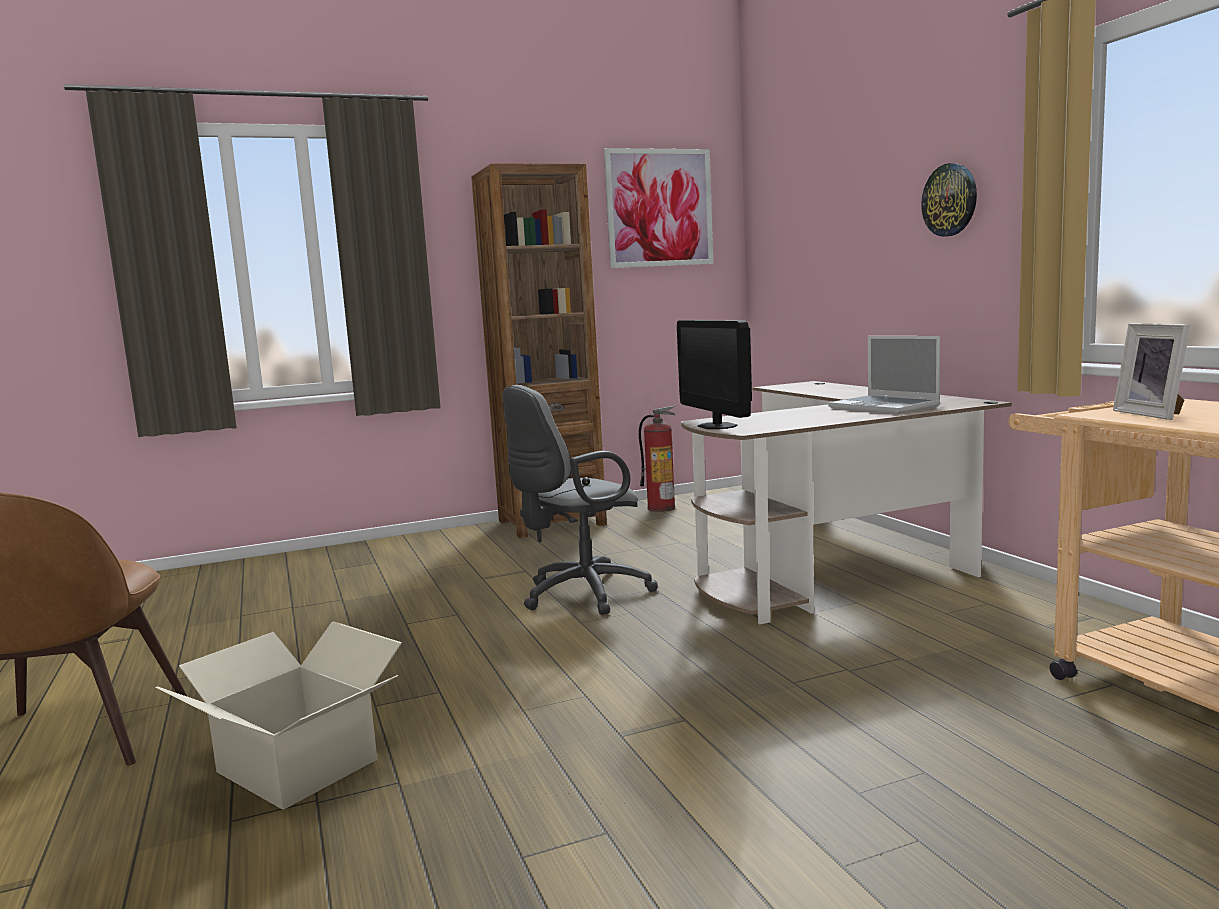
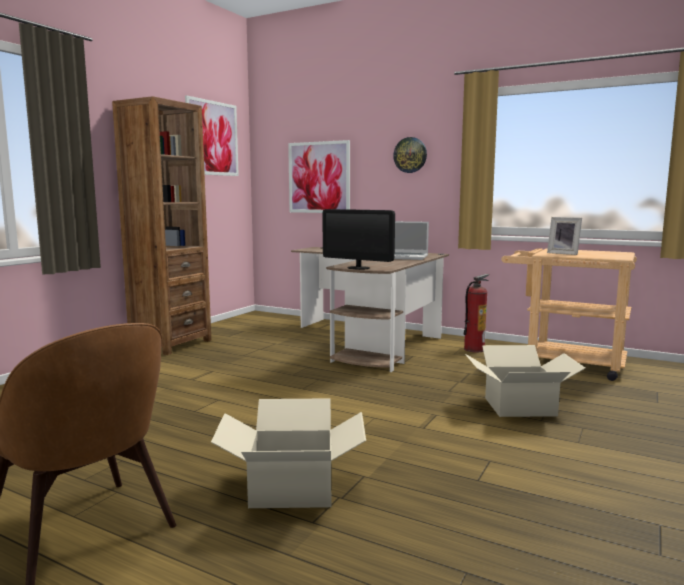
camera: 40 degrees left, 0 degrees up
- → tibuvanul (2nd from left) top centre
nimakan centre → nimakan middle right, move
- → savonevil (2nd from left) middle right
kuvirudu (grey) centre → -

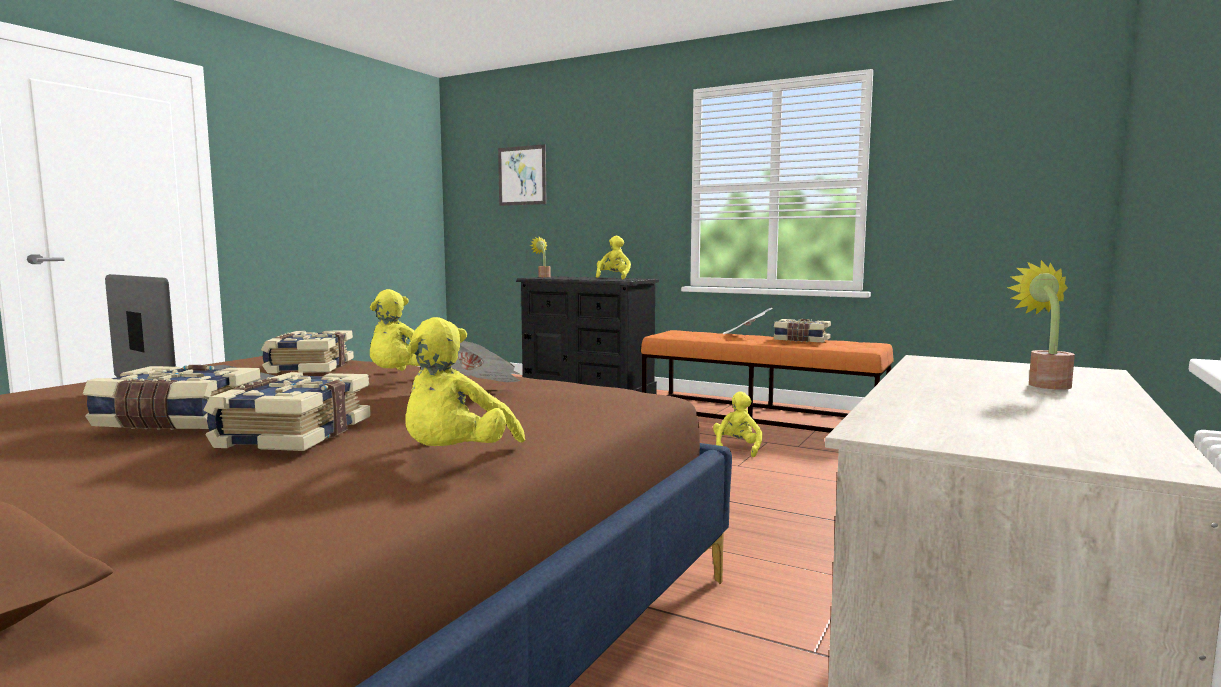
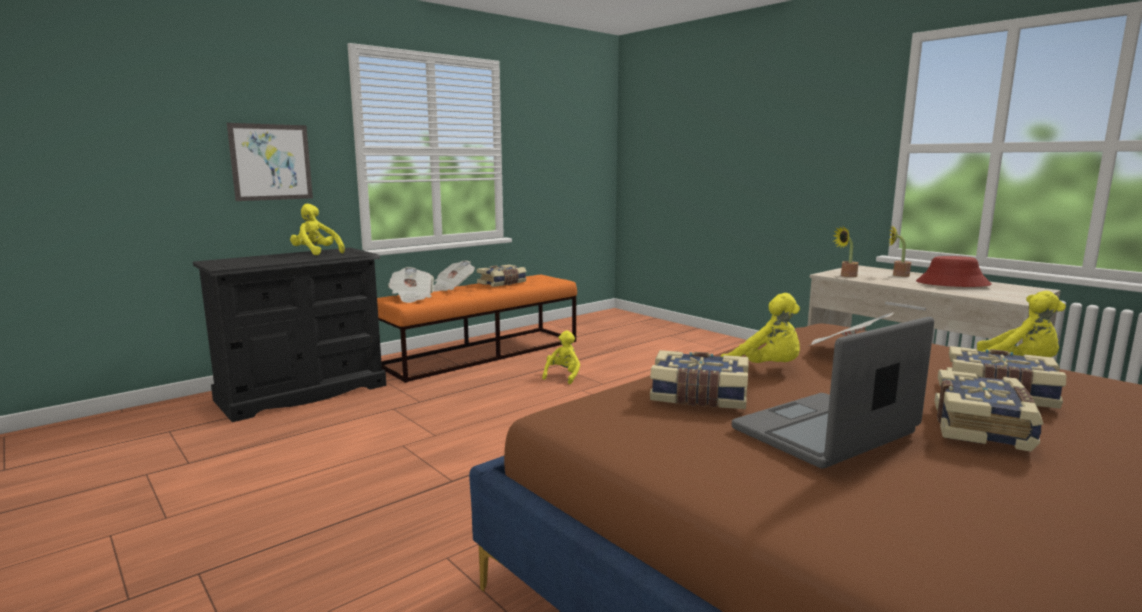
camera: 70 degrees left, 5 degrees up
tibuvanul top centre → tibuvanul top left, move
- → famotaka (1st from left) centre
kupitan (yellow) (4th from left in the first image) centre → kupitan (yellow) (2nd from left) centre, 75 degrees clockwise
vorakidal (1st from left) centre → vorakidal (1st from left) middle right, move
- → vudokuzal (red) middle right

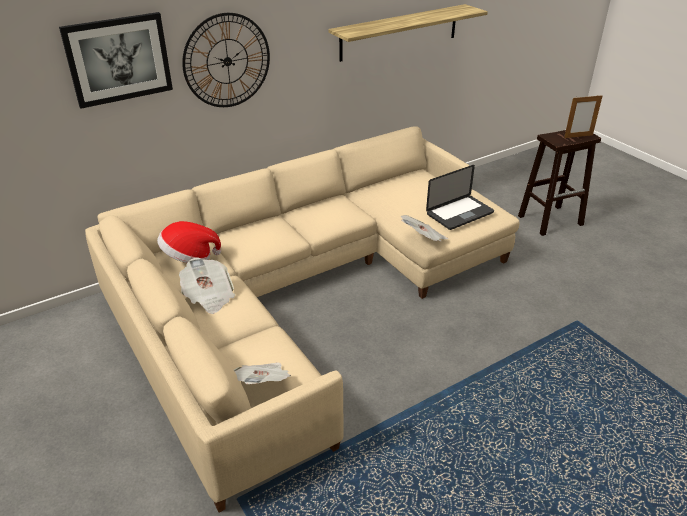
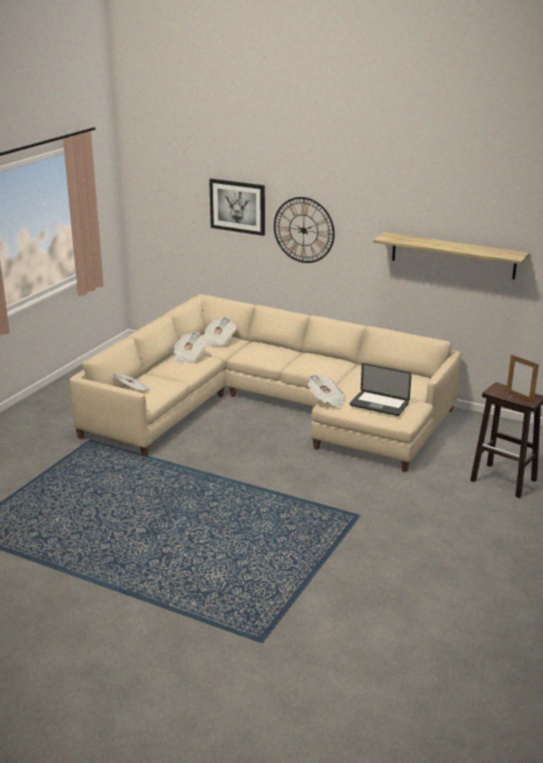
camera: 60 degrees right, 10 degrees down
vudokuzal middle left → famotaka (3rd from left) centre

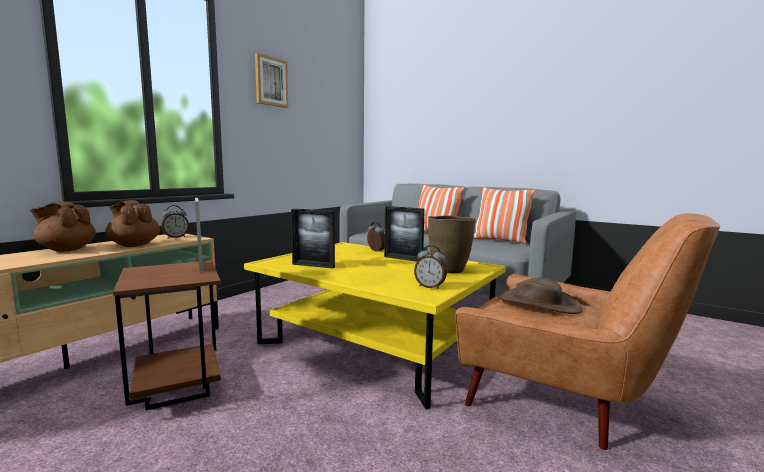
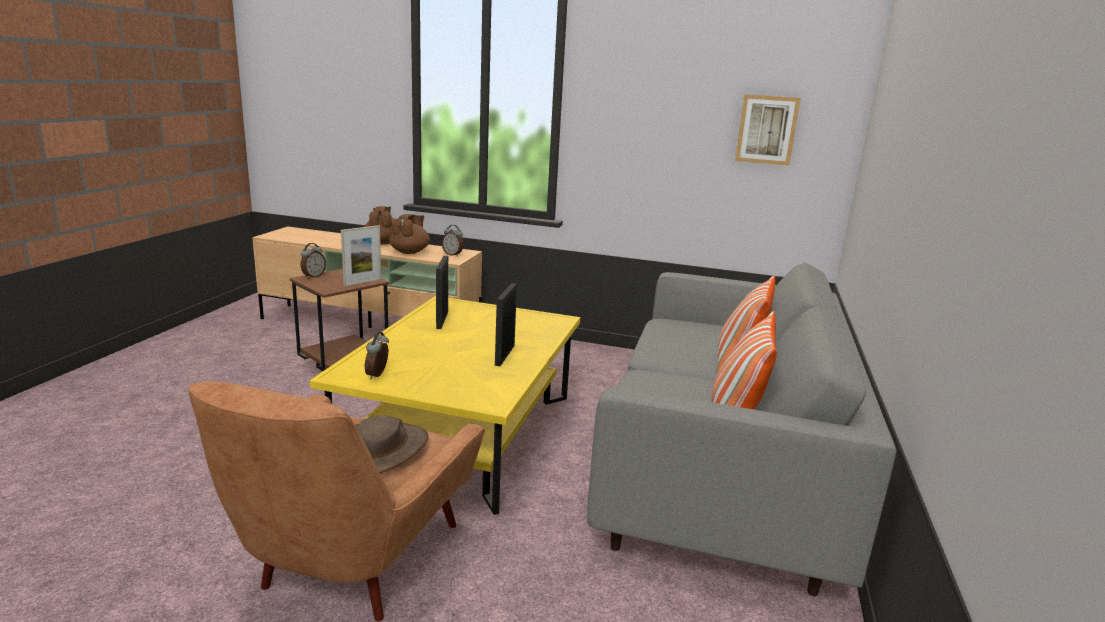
camera: 70 degrees right, 10 degrees up
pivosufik (2nd from left in the first image) centre → pivosufik (1st from left) middle left, move
tibuvanul top centre → tibuvanul top right, move
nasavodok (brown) centre → -

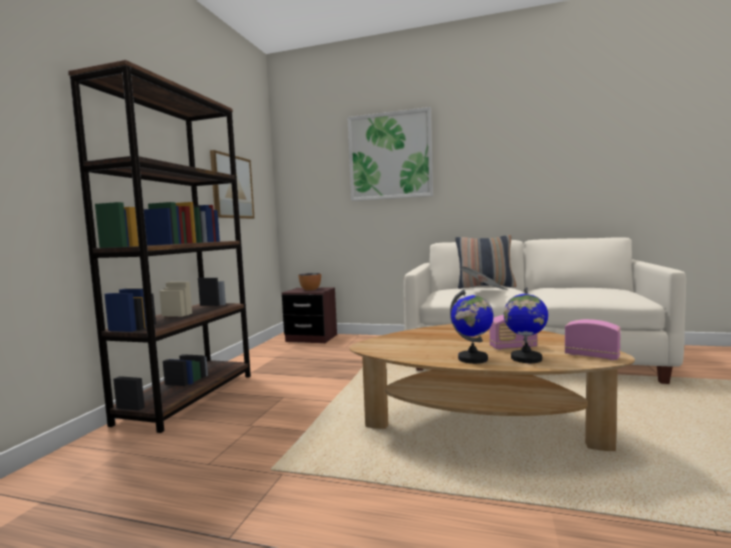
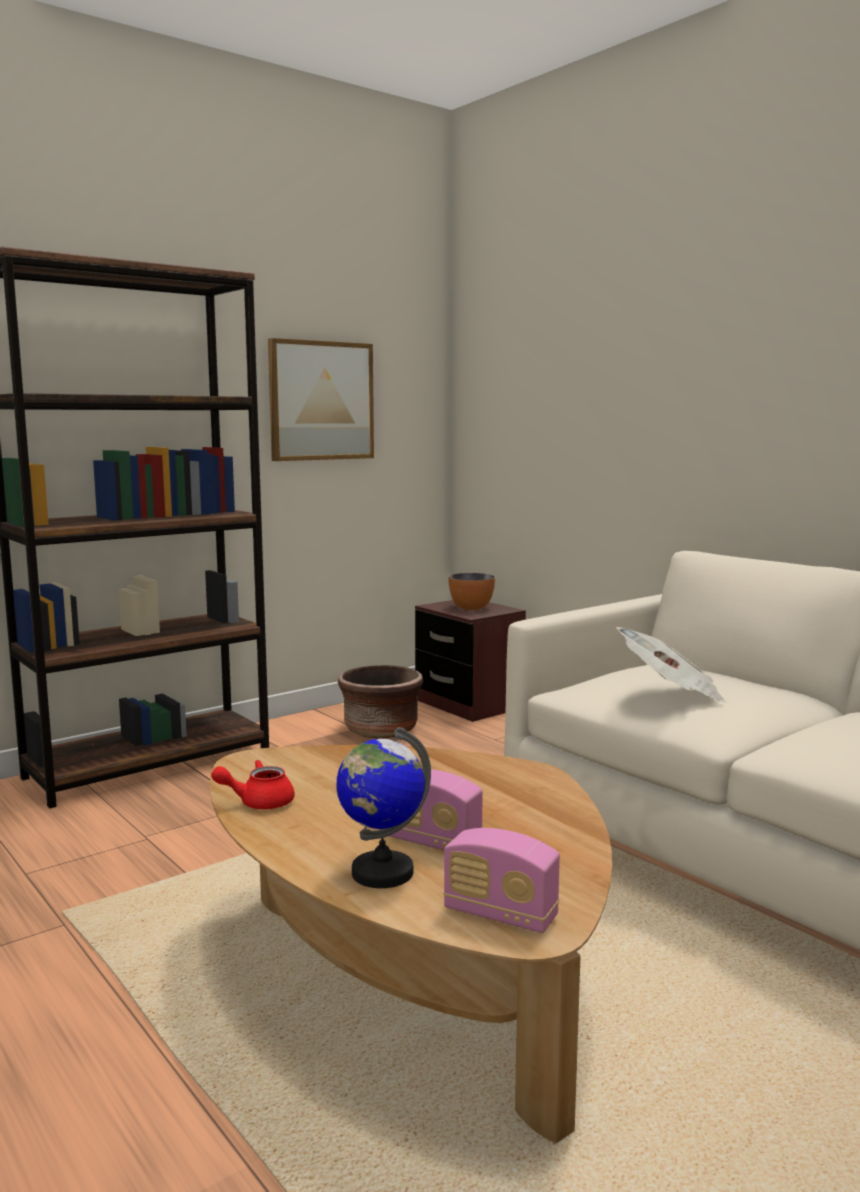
camera: 35 degrees right, 5 degrees up
- → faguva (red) middle left
- → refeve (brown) centre
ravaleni (2nd from left) middle right → ravaleni (2nd from left) bottom centre, 135 degrees clockwise
tibuvanul (2nd from left) top centre → -
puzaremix (1st from left) centre → -
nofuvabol centre → -

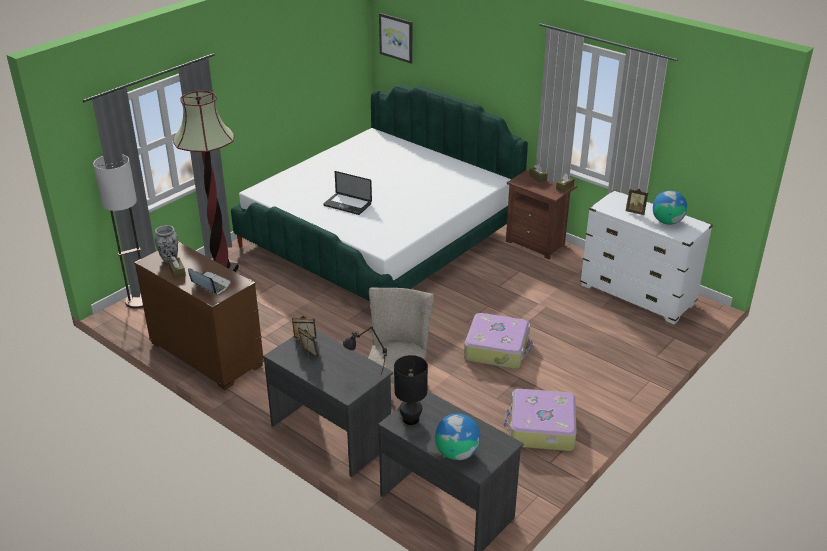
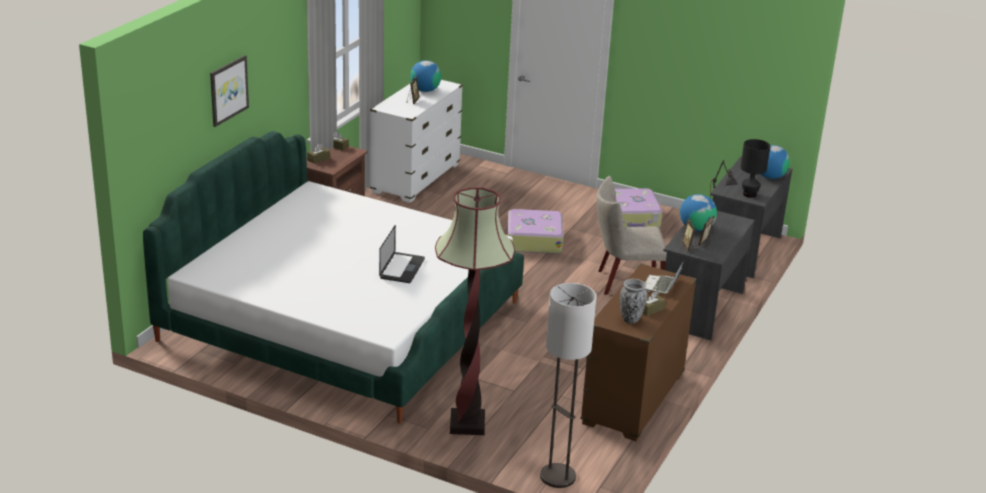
camera: 105 degrees left, 5 degrees down
tibuvanul top centre → tibuvanul top left, move
- → puzaremix (2nd from left) middle right

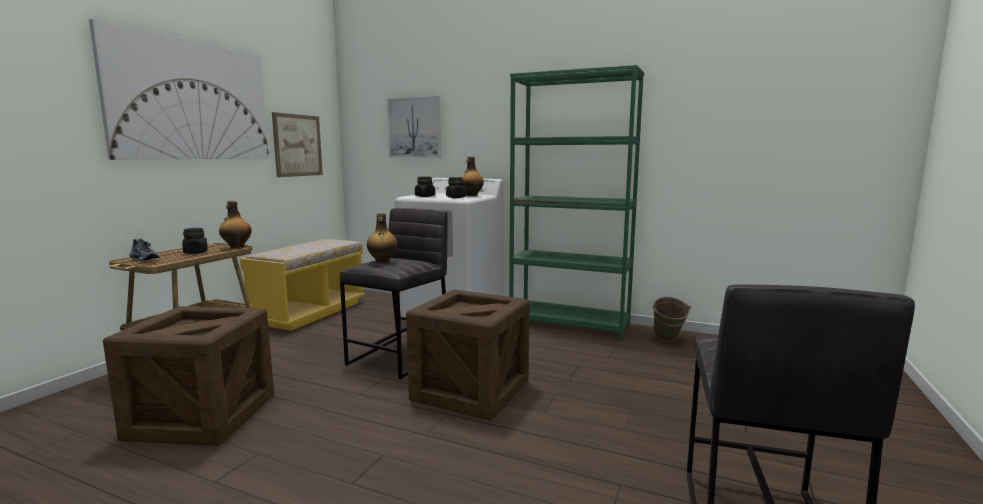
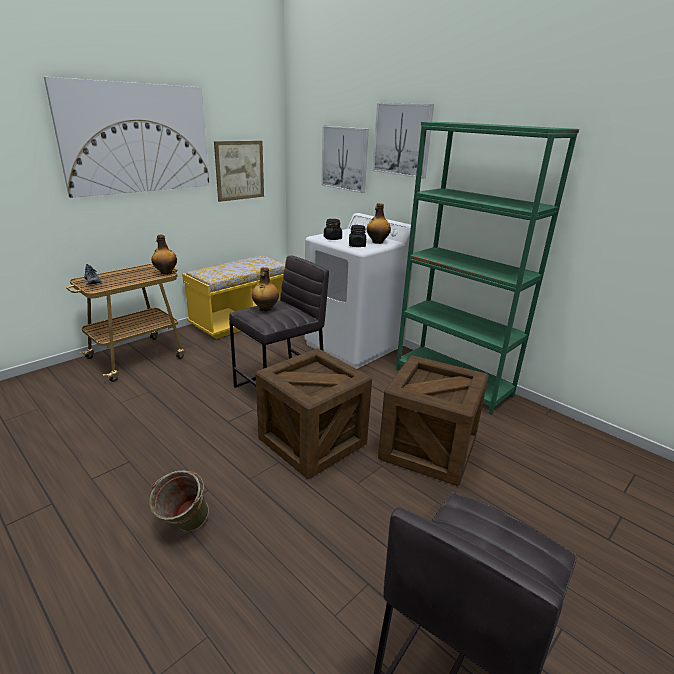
camera: 20 degrees right, 15 degrees up
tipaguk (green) middle right → tipaguk (green) bottom left, move
- → tibuvanul (4th from left) top centre
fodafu (1st from left in the first image) bottom left → fodafu (2nd from left) centre, move
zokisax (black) (1st from left) middle left → -

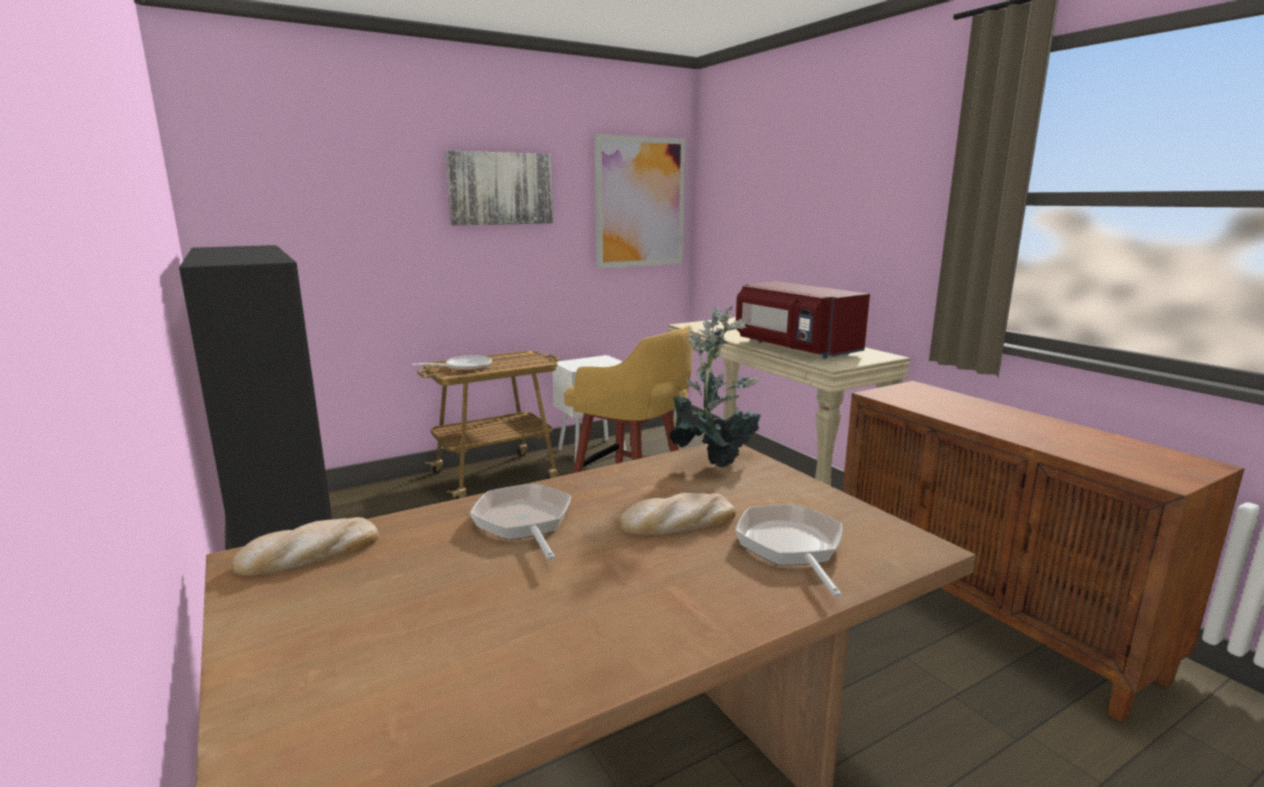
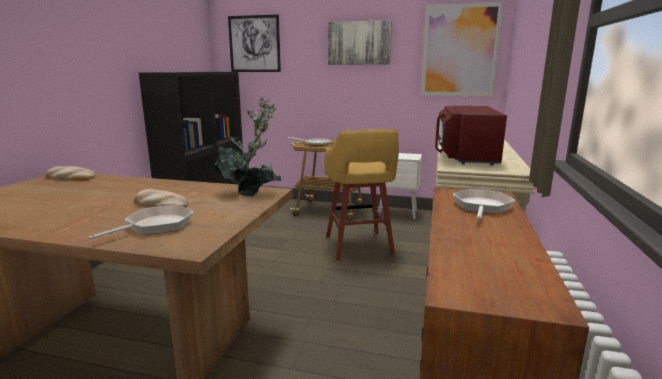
camera: 45 degrees right, 0 degrees up
- → tibuvanul (1st from left) top centre
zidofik (2nd from left in the first image) centre → zidofik (3rd from left) middle right, move

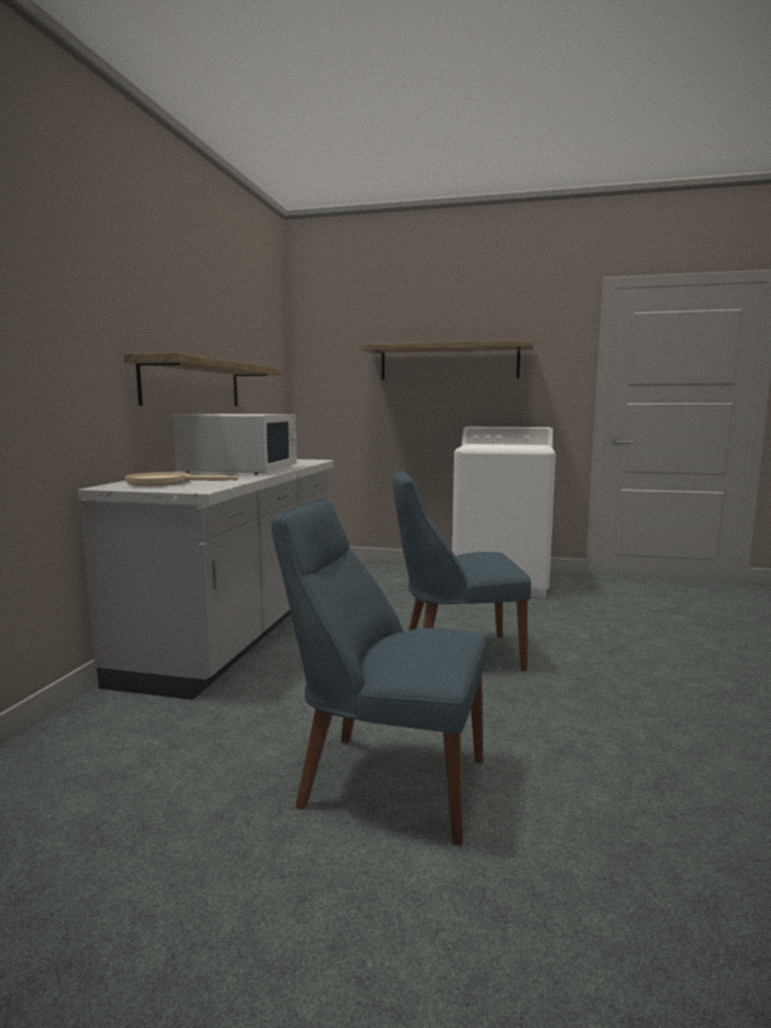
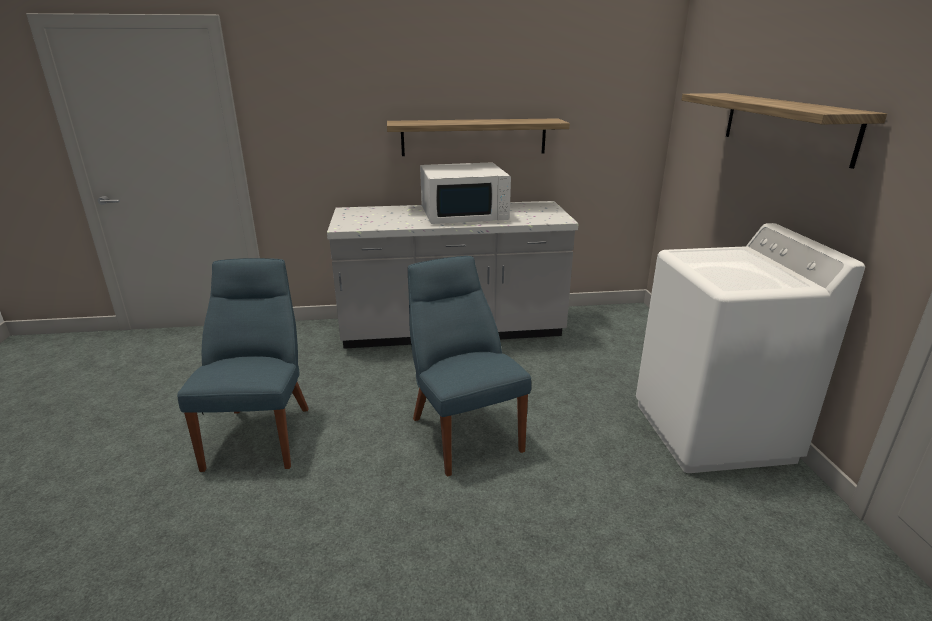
camera: 70 degrees right, 15 degrees up
zidofik (beige) middle left → -

